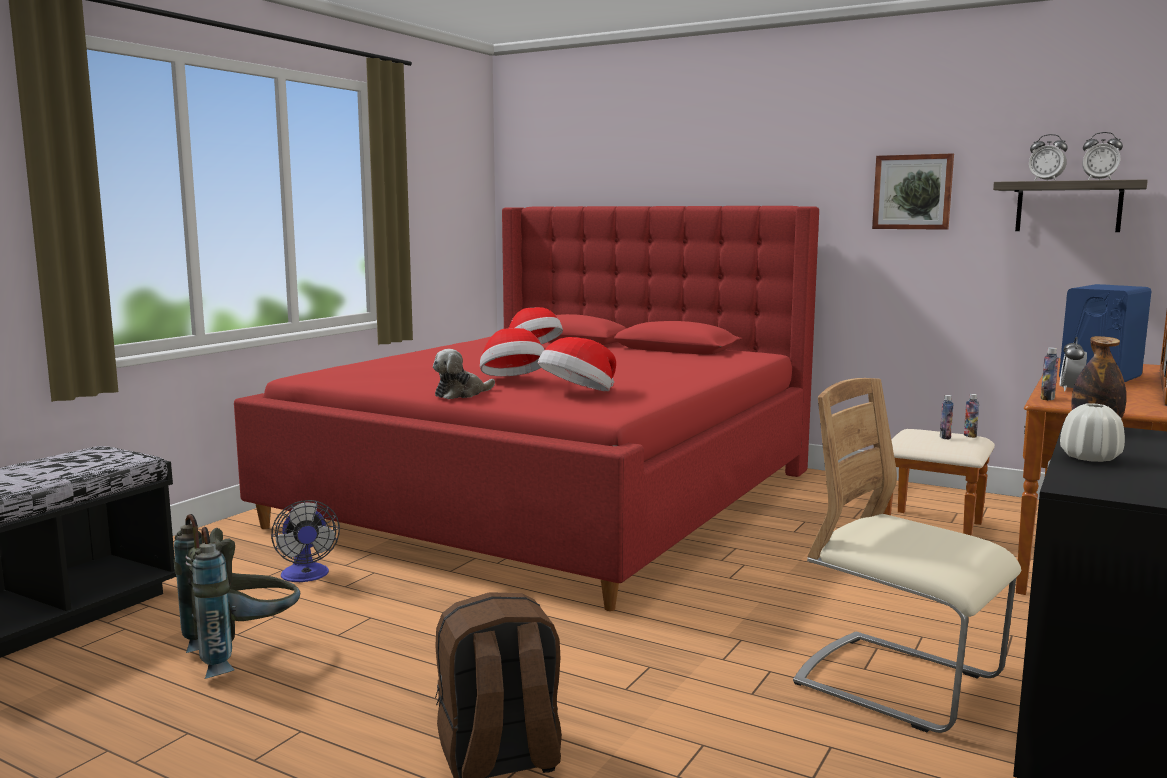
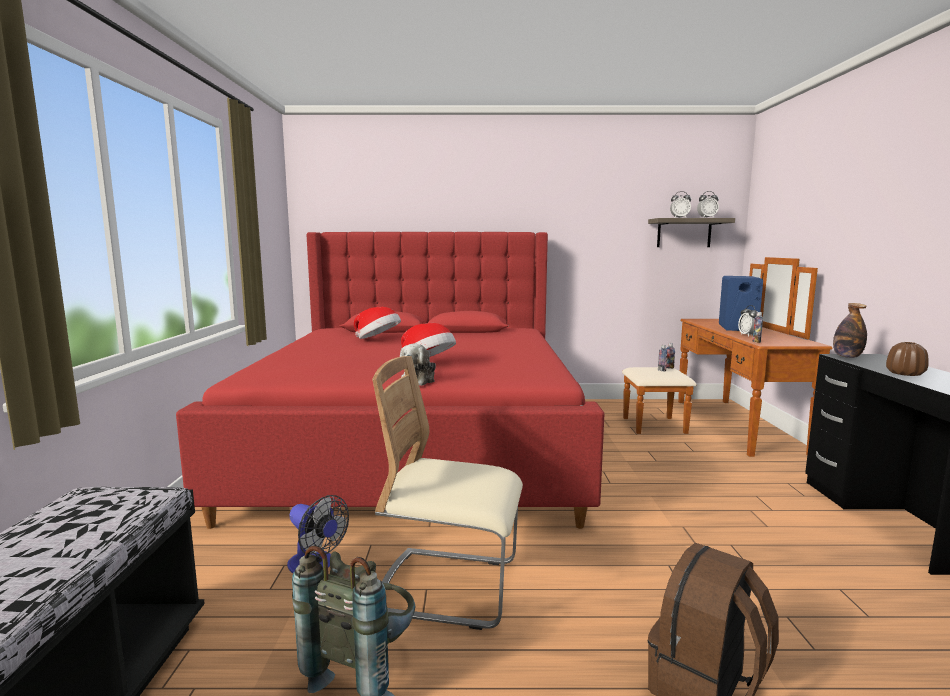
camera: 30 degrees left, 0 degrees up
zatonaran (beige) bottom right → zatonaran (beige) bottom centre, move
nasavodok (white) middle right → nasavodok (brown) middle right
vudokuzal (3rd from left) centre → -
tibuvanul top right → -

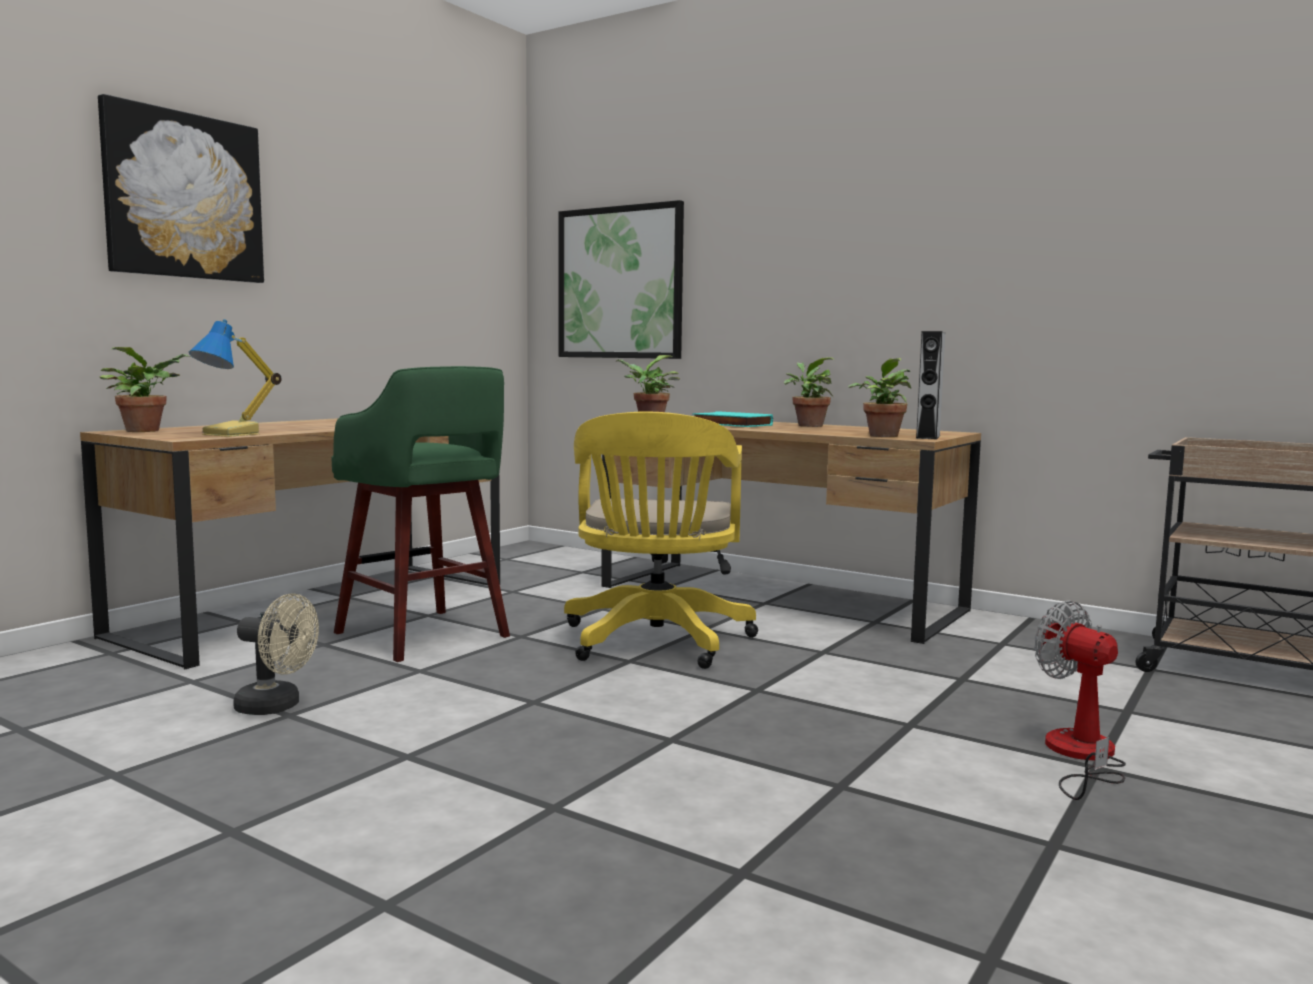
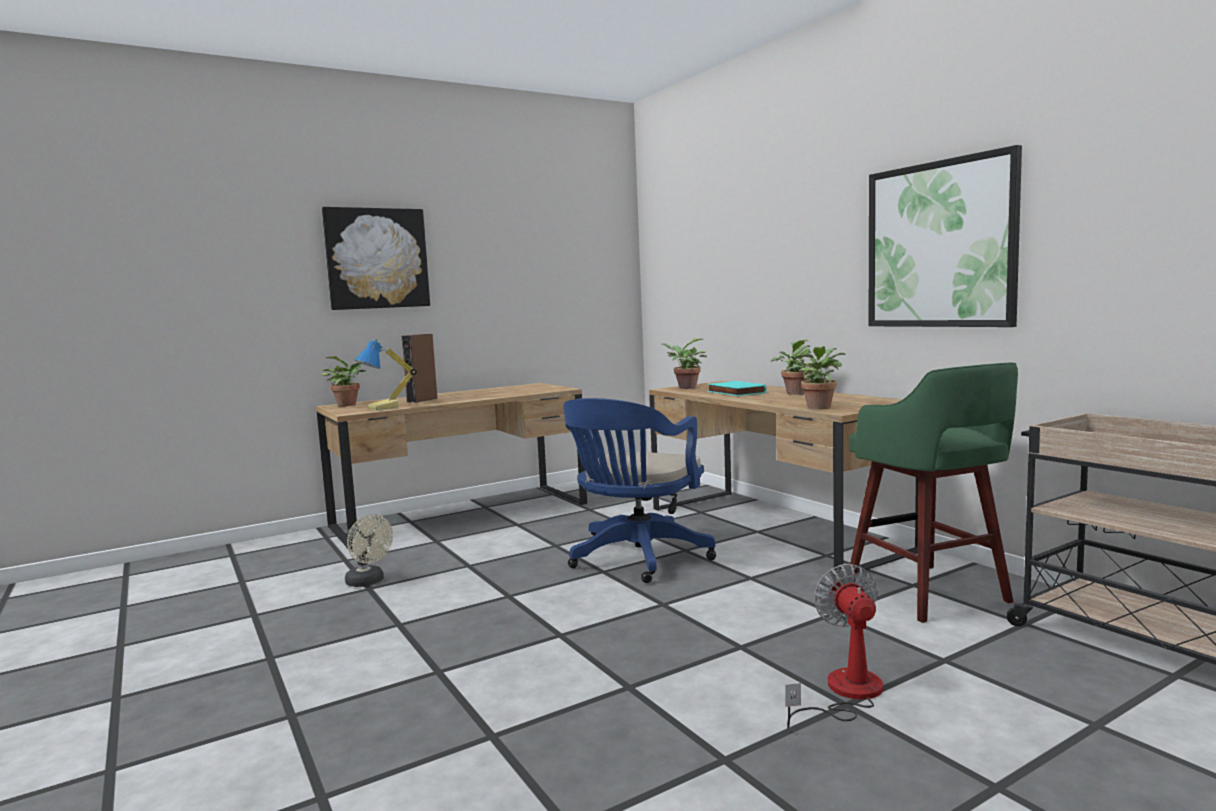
camera: 25 degrees right, 0 degrees up
- → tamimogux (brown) centre
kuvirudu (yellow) centre → kuvirudu (blue) centre
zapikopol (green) middle left → zapikopol (green) middle right, move
tibuvanul (2nd from left) top centre → tibuvanul (2nd from left) top right, move
tamimogux (grey) middle right → -

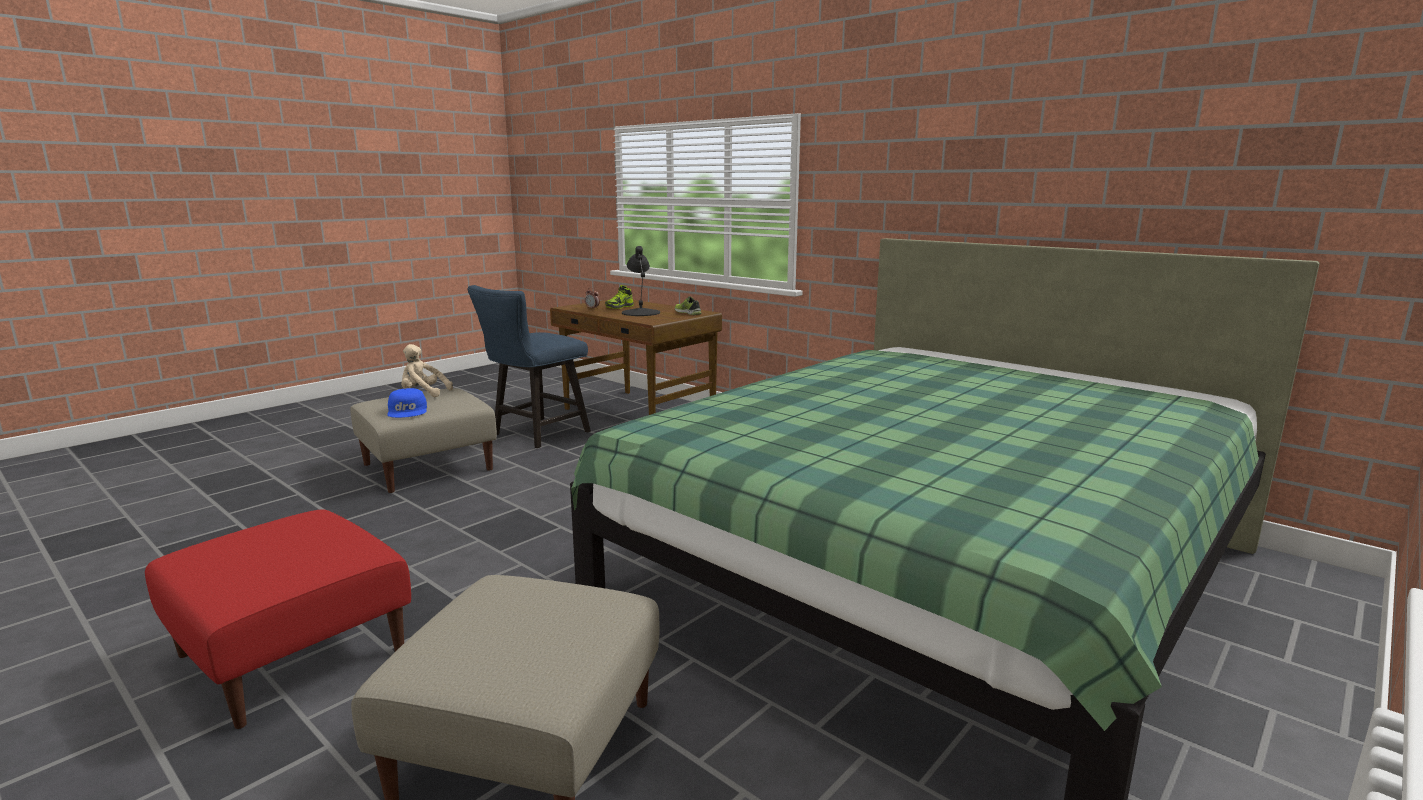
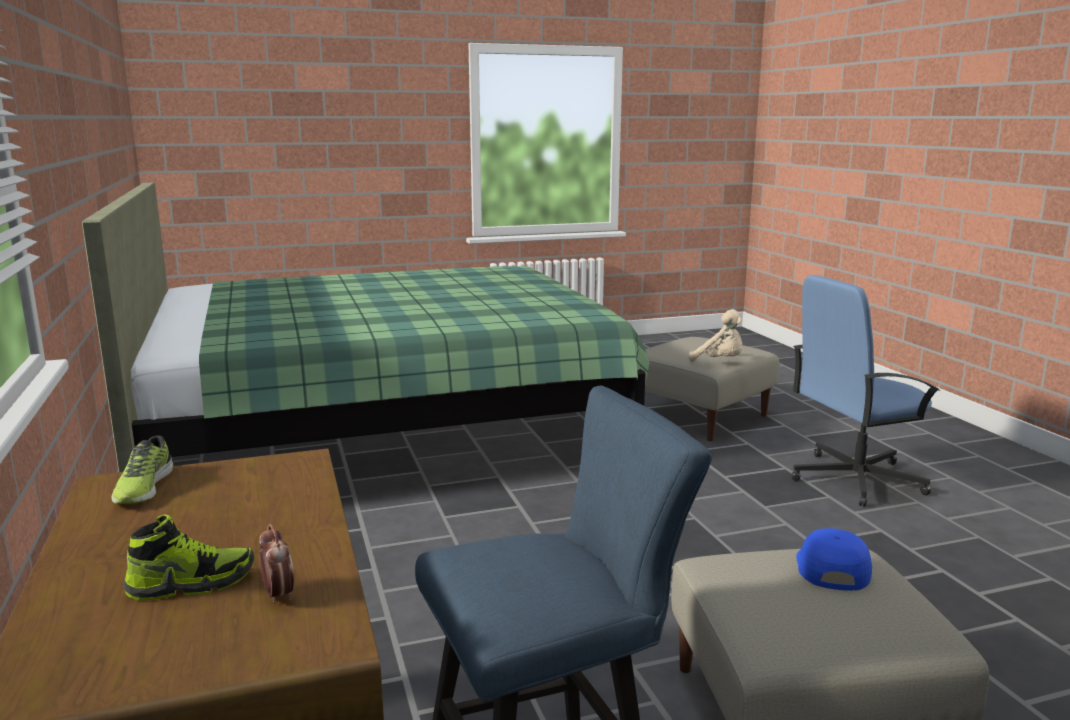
camera: 150 degrees left, 0 degrees up
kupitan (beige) middle left → kupitan (beige) middle right, move
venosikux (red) bottom left → kuvirudu (blue) middle right
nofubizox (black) centre → -

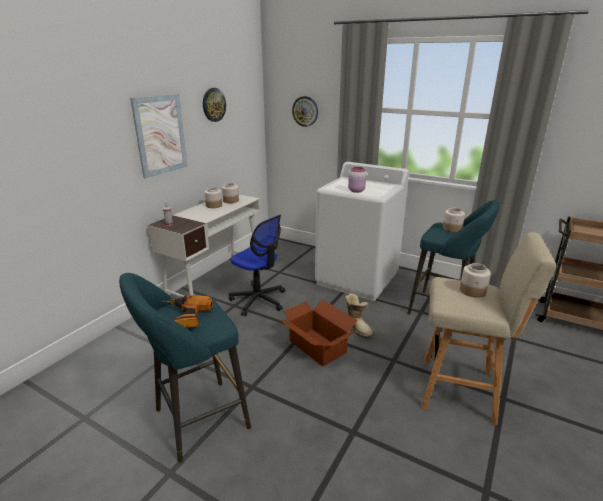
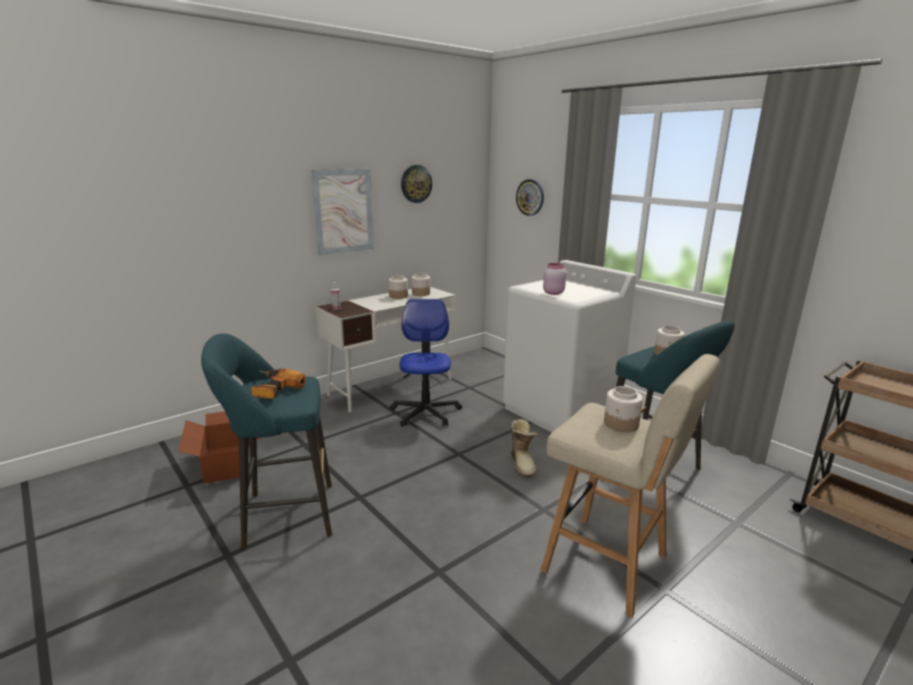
camera: 20 degrees right, 5 degrees down
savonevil centre → savonevil middle left, move
kuvirudu centre, 150 degrees counterclockwise

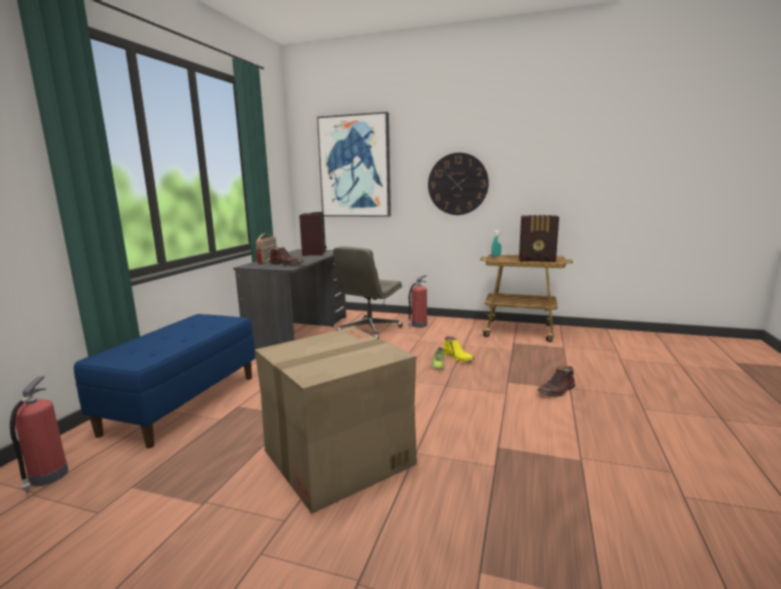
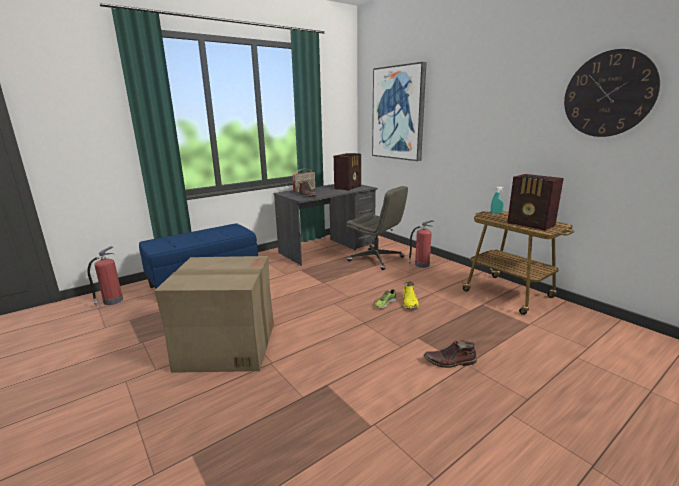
camera: 35 degrees right, 5 degrees up
kuvirudu (grey) centre, 120 degrees counterclockwise
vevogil top centre → vevogil top right, move

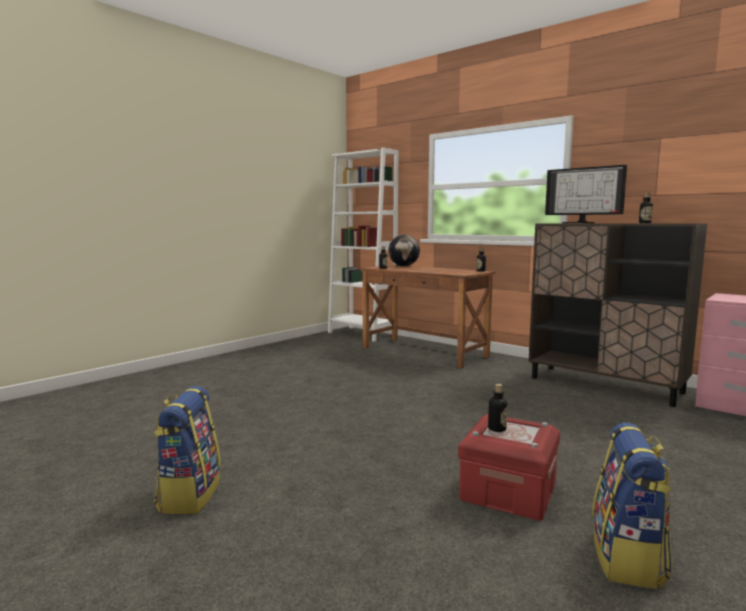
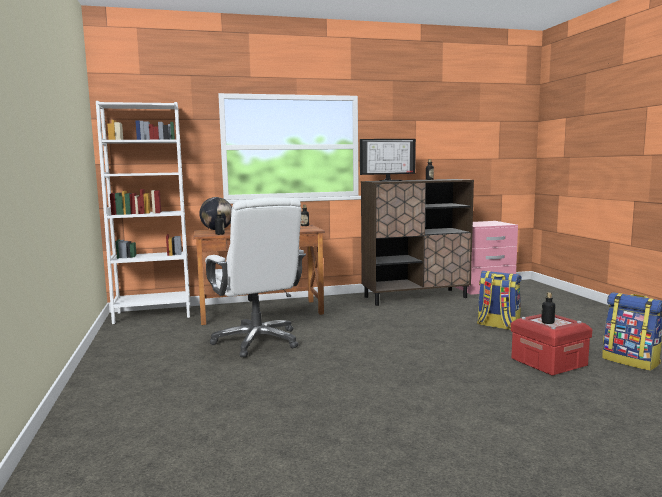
camera: 55 degrees left, 0 degrees up
- → kuvirudu (white) centre
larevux (1st from left) bottom left → larevux (1st from left) middle right, move

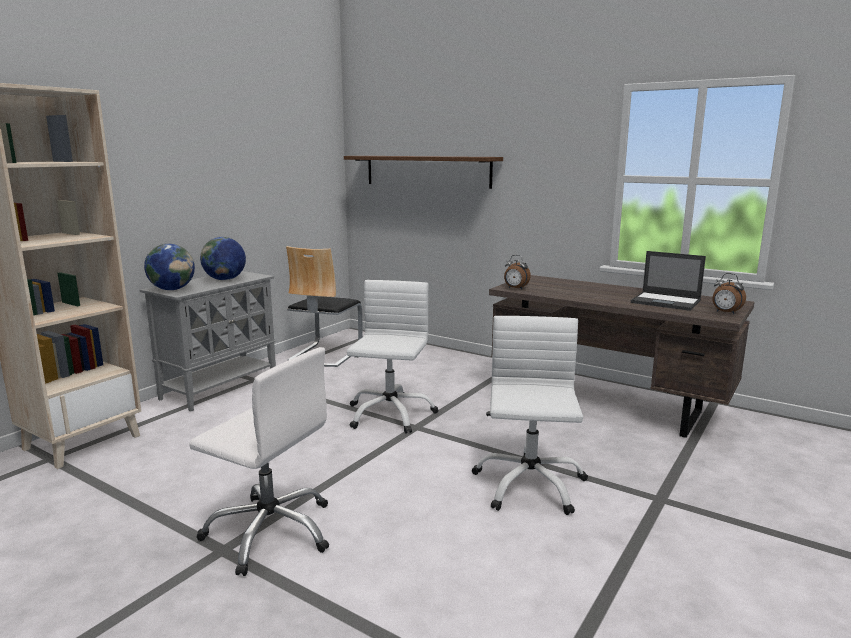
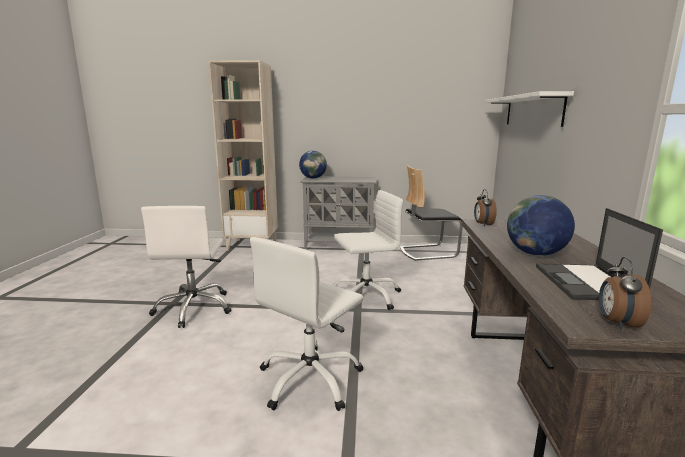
camera: 60 degrees right, 0 degrees up
kuvirudu (white) (3rd from left in the first image) centre → kuvirudu (white) (2nd from left) bottom centre, 150 degrees clockwise
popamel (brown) top centre → popamel (white) top right
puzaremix (2nd from left) middle left → puzaremix (2nd from left) middle right, move

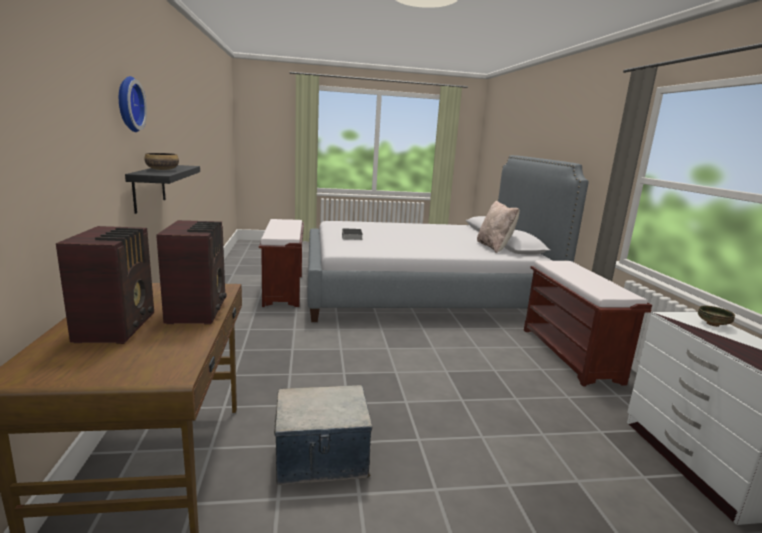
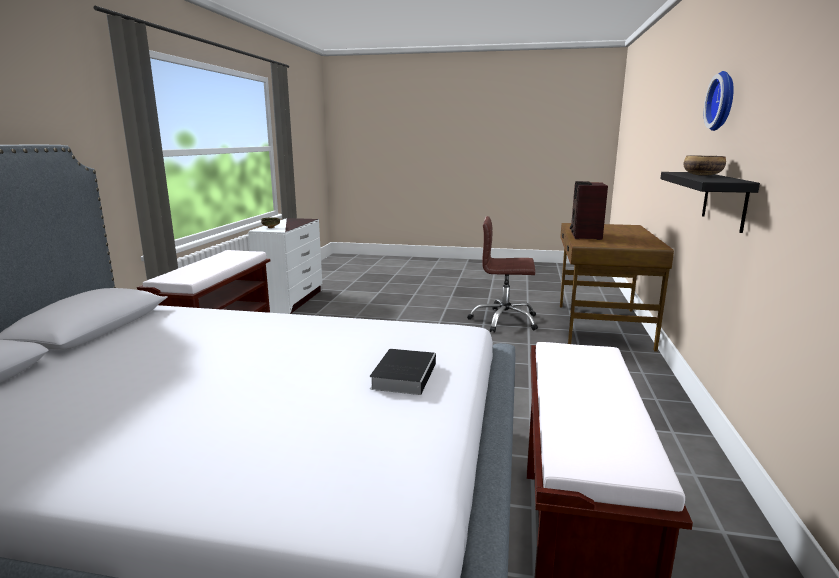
camera: 160 degrees left, 0 degrees up
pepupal bottom centre → kuvirudu (brown) centre
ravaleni (1st from left) middle left → -
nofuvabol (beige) centre → -

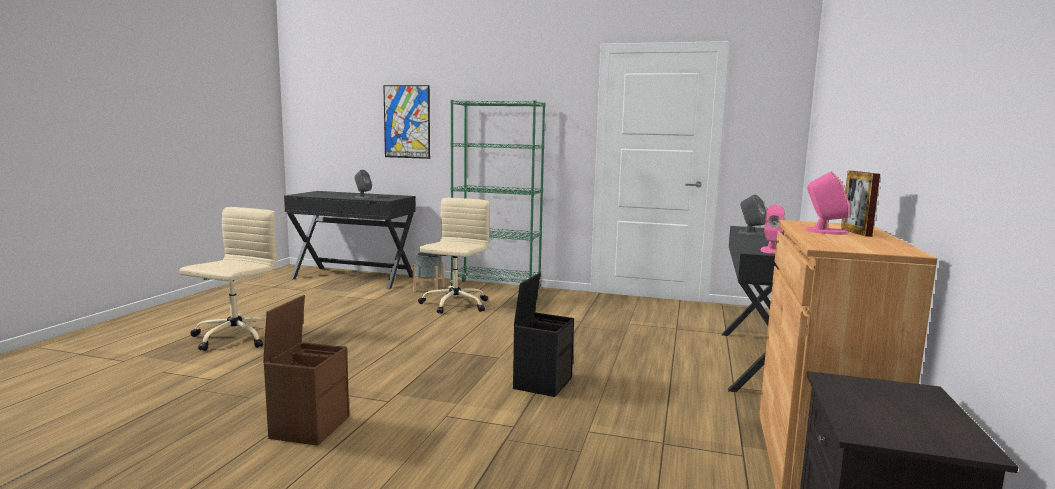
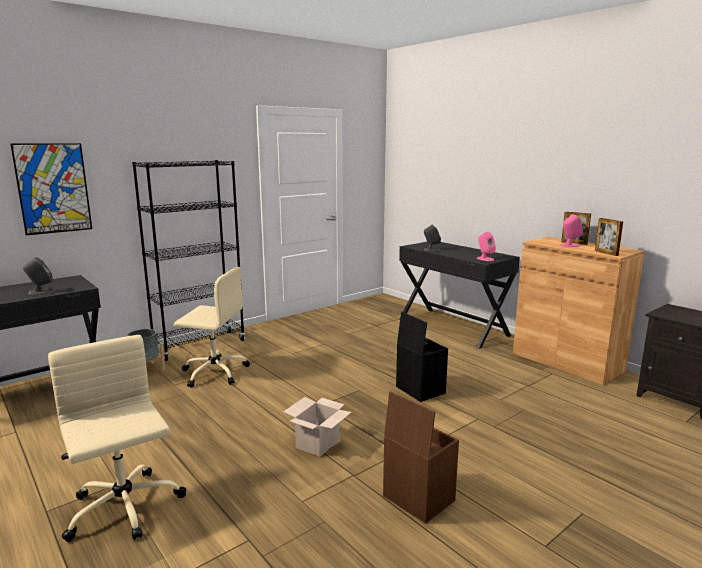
camera: 55 degrees left, 5 degrees up
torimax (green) centre → torimax (black) middle left
kuvirudu (beige) (2nd from left) centre → kuvirudu (beige) (2nd from left) middle left, 135 degrees clockwise
- → savonevil bottom centre
- → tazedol (2nd from left) middle right

